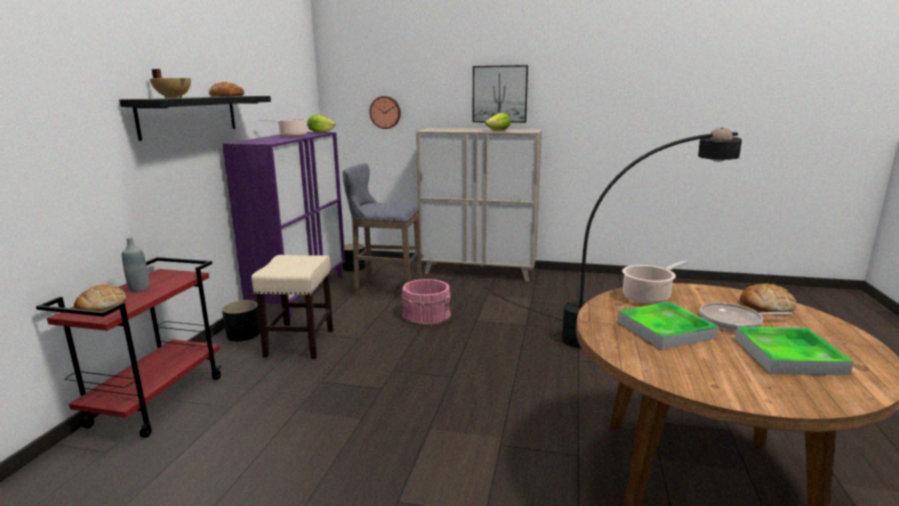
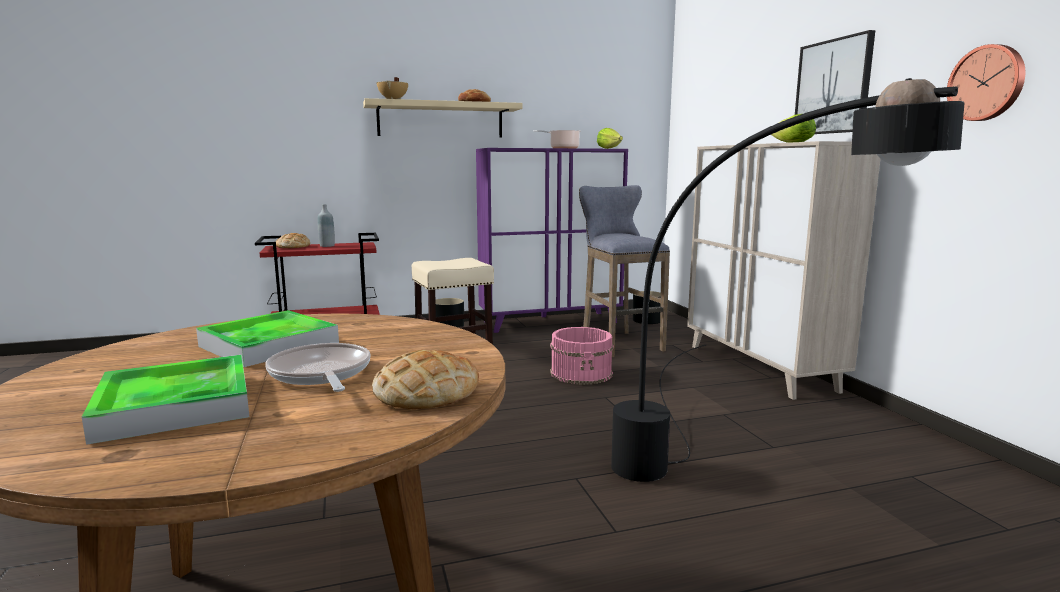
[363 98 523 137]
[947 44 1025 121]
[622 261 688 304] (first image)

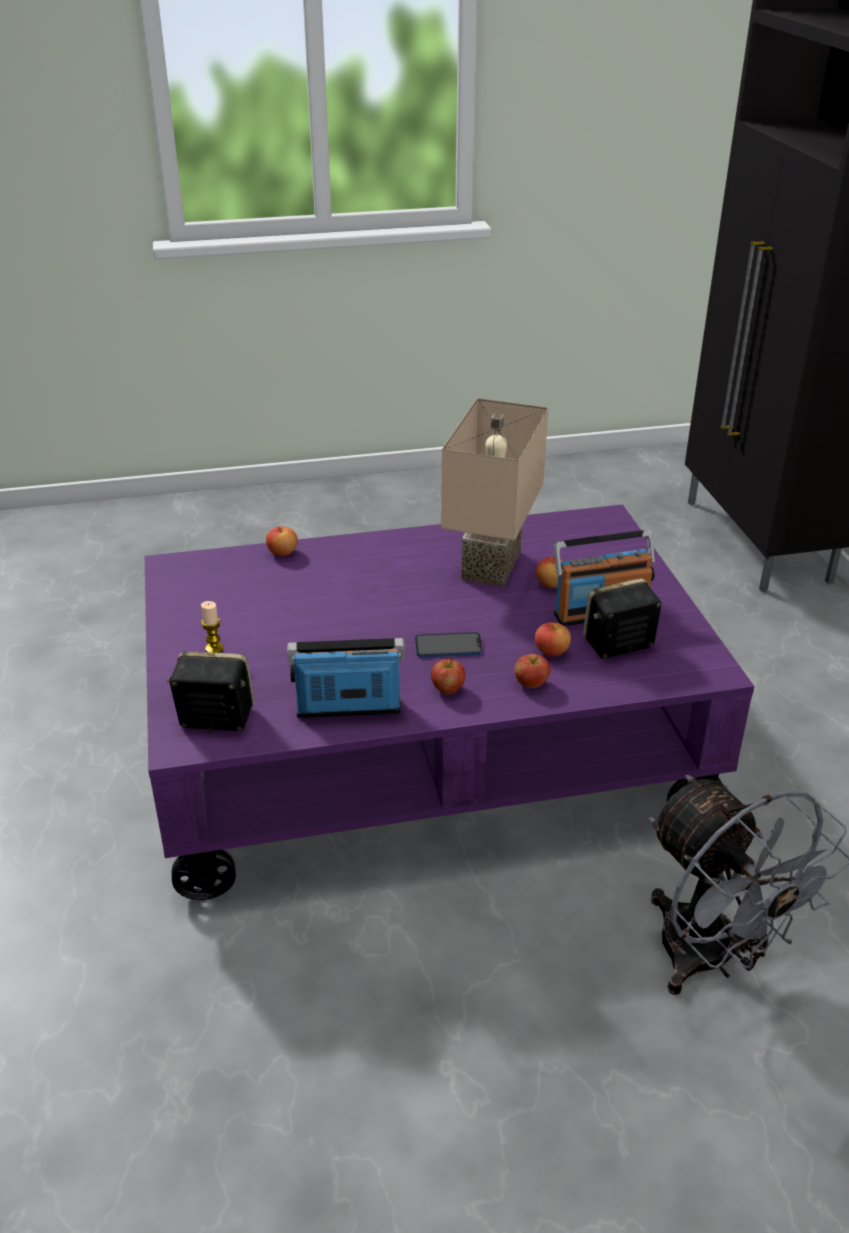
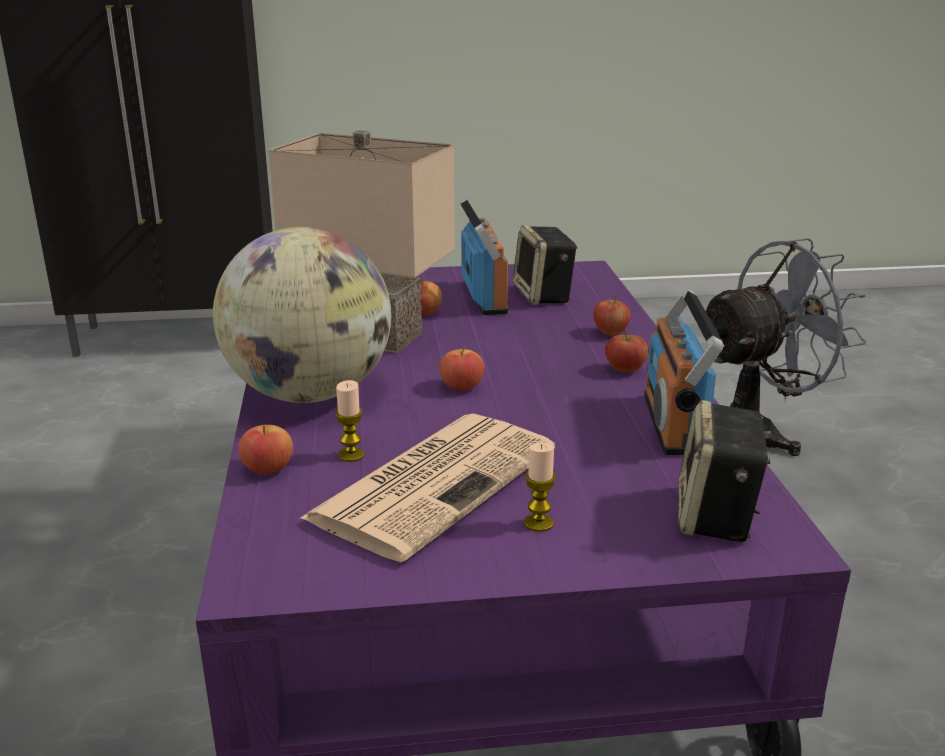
[415 632 483 657] (first image)
[439 347 484 391]
[213 227 391 403]
[299 413 555 562]
[335 380 365 462]

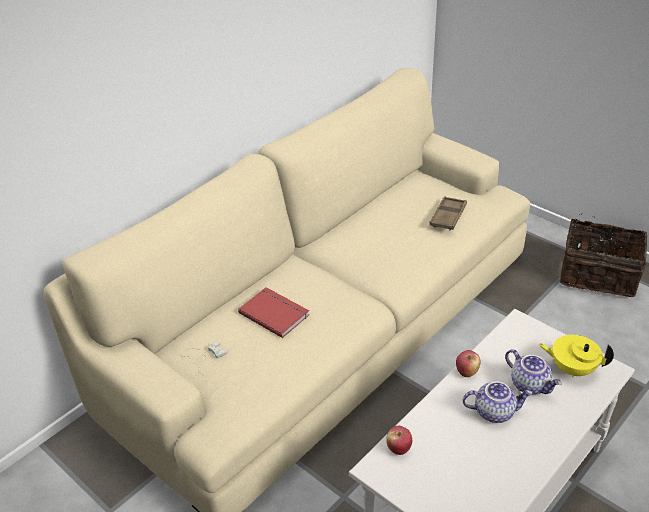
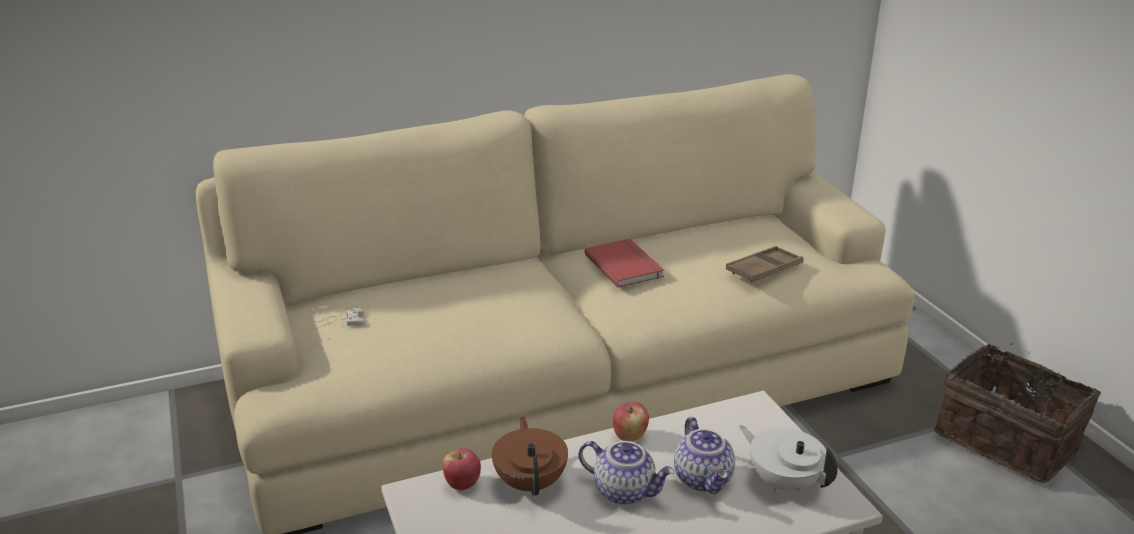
[585 239 664 287]
[739 425 838 492]
[492 416 568 496]

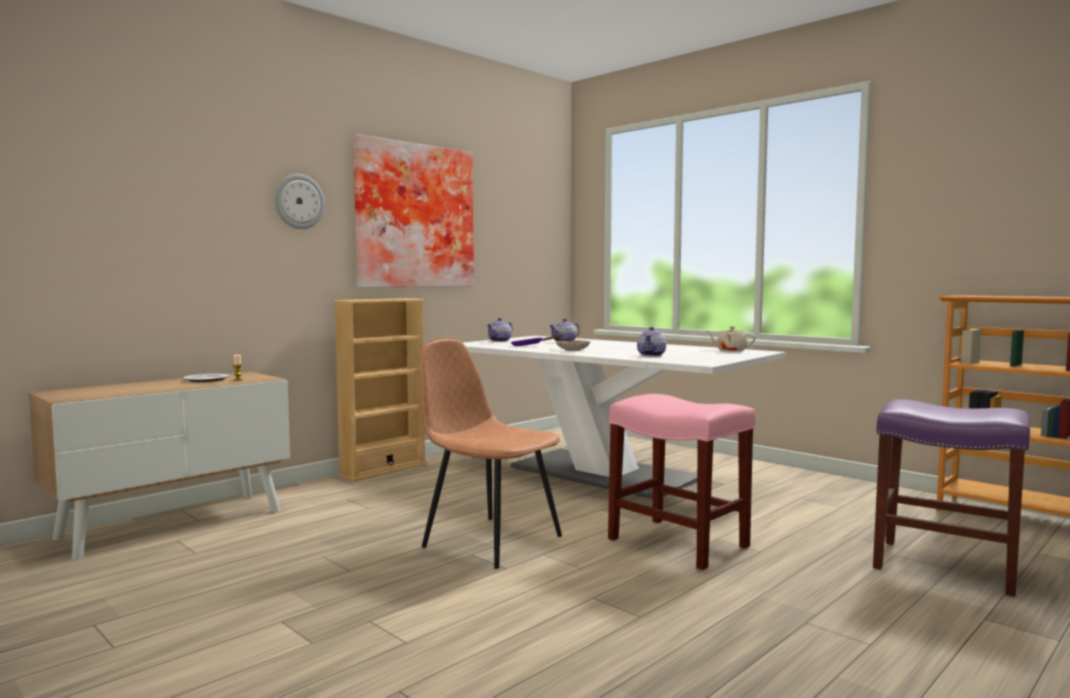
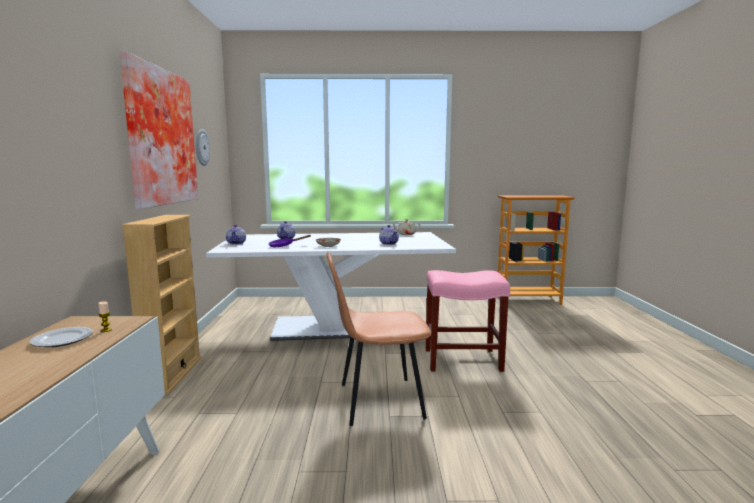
[196 129 210 166]
[873 399 1030 596] (first image)

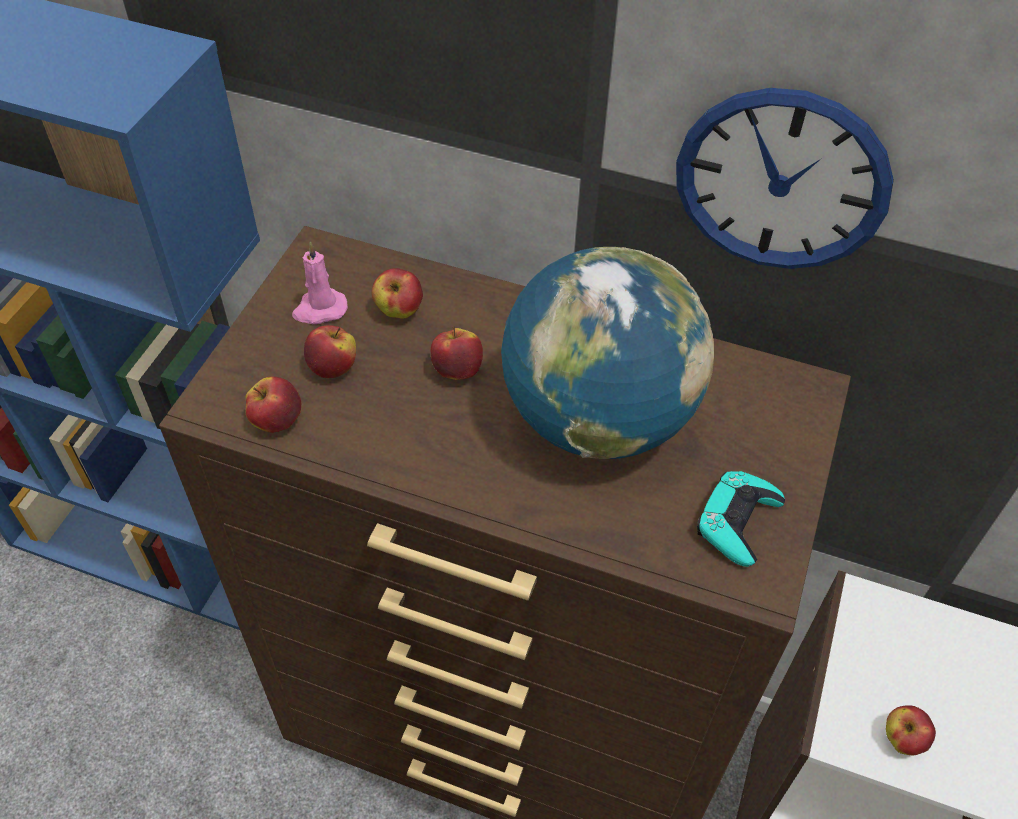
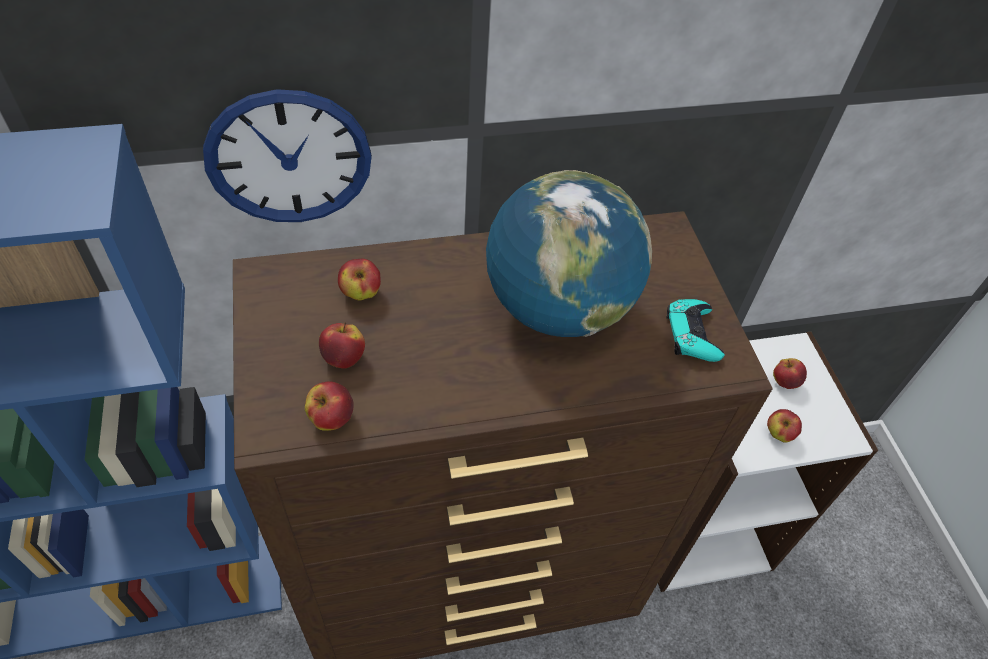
[292 242 348 324] (first image)
[773 358 807 389]
[203 89 372 222]

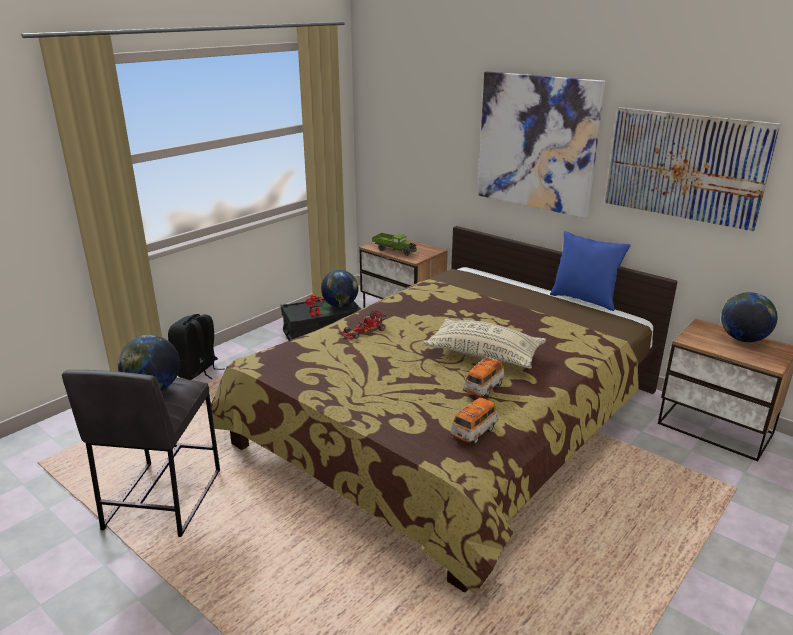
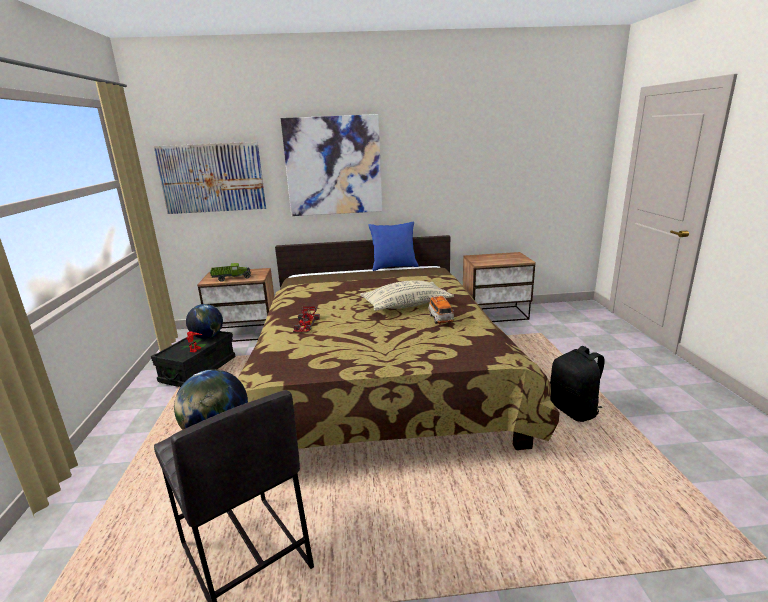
[550 346 605 422]
[450 398 498 445] (first image)
[154 142 266 214]
[721 292 777 342] (first image)

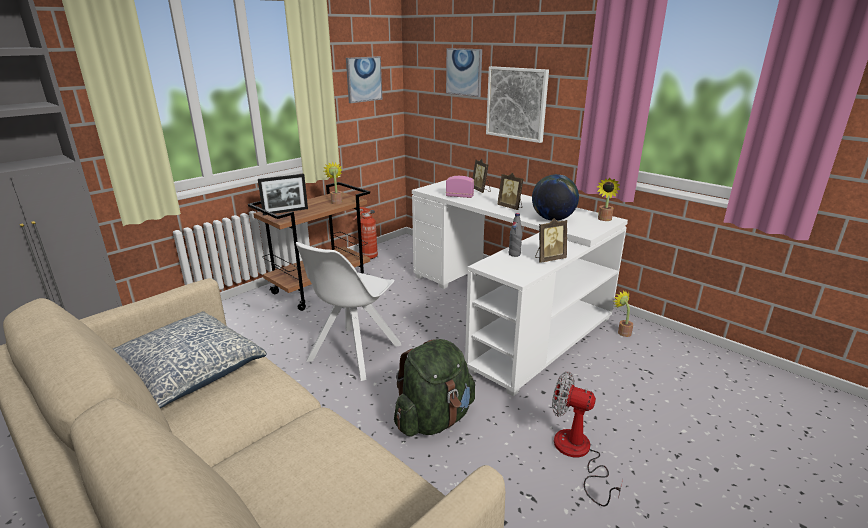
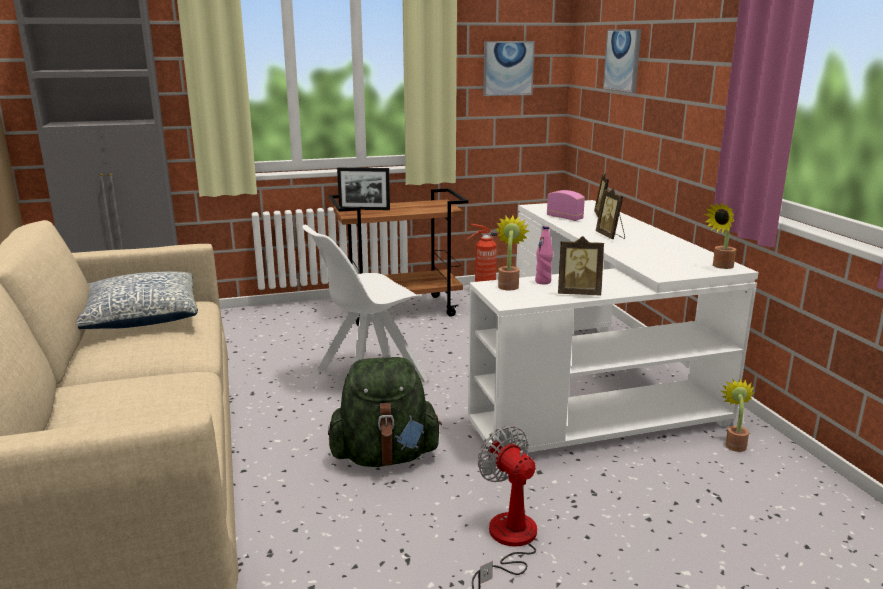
[496 215 529 290]
[486 66 549 143] (first image)
[535 226 553 284]
[532 174 579 221] (first image)

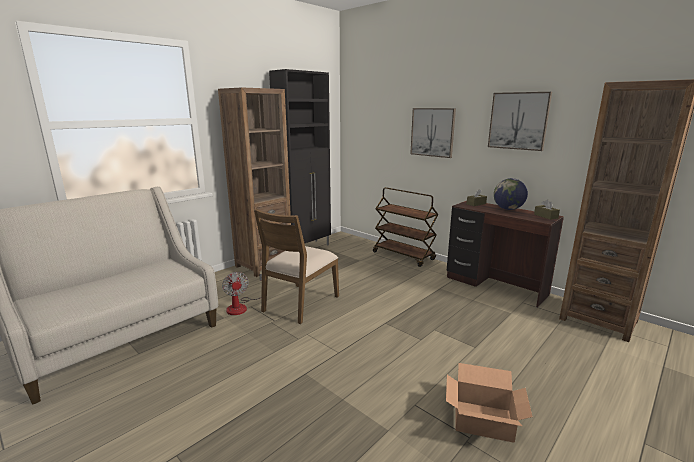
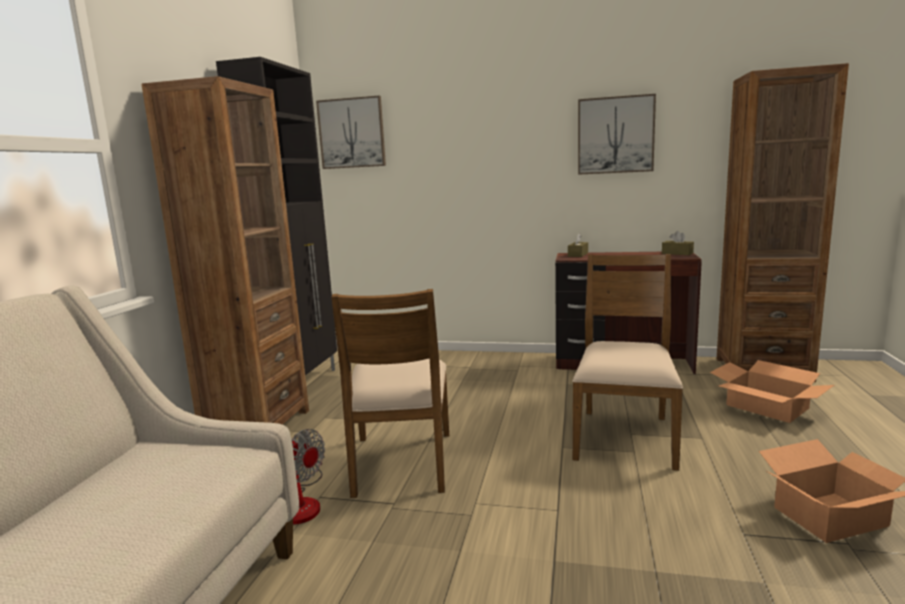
[373 187 438 267] (first image)
[316 96 386 169]
[494 178 528 210] (first image)
[572 254 683 471]
[710 360 834 423]

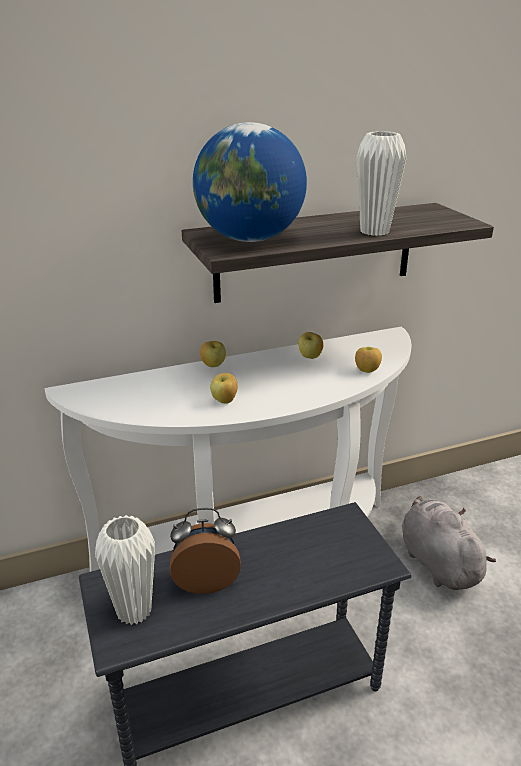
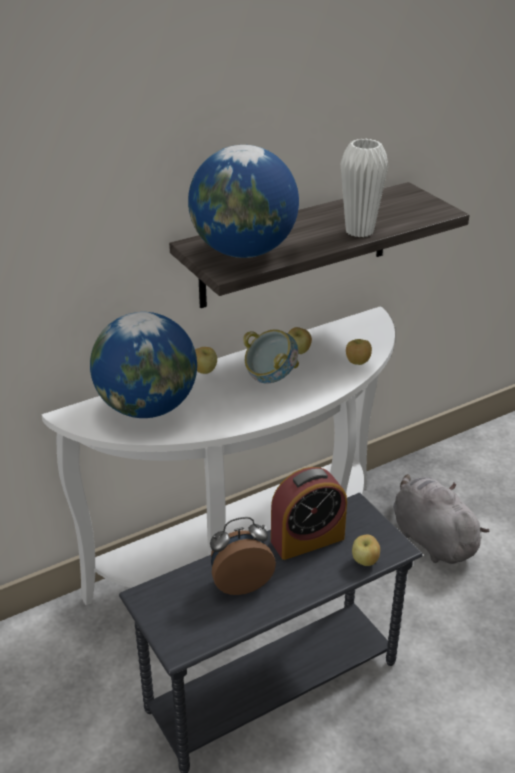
[95 515 155 625] (first image)
[352 535 380 566]
[90 312 197 418]
[243 329 299 383]
[271 467 347 560]

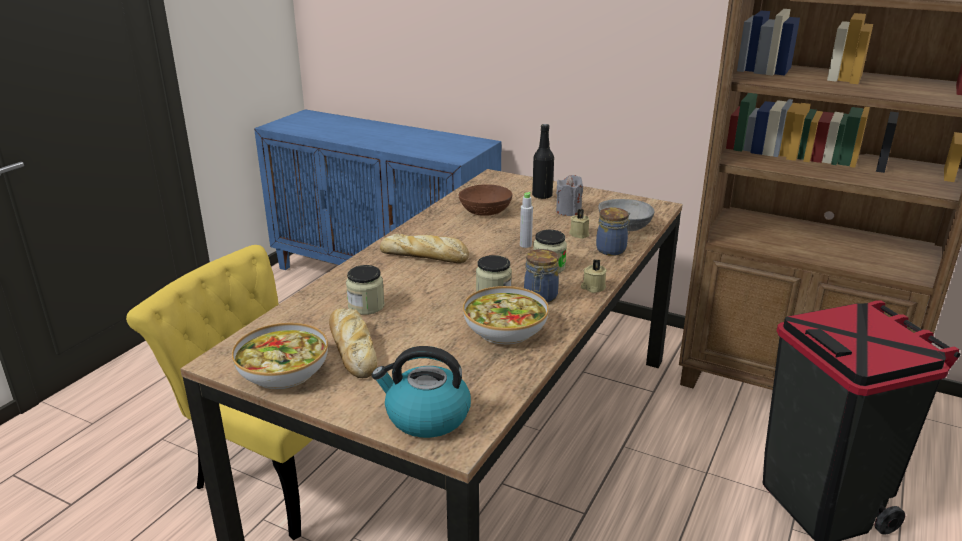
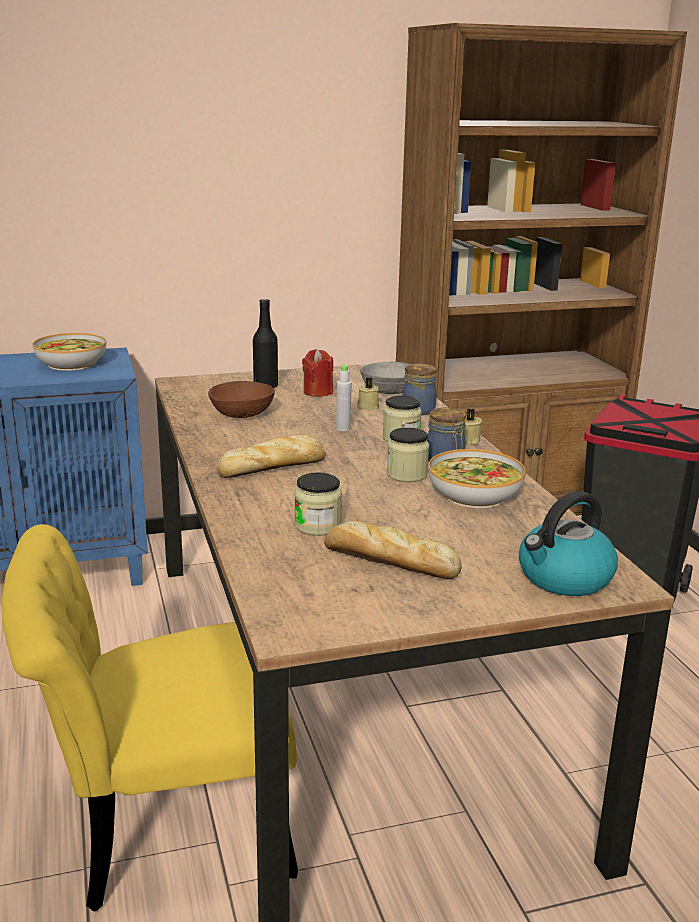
[33 333 106 371]
[302 349 333 397]

